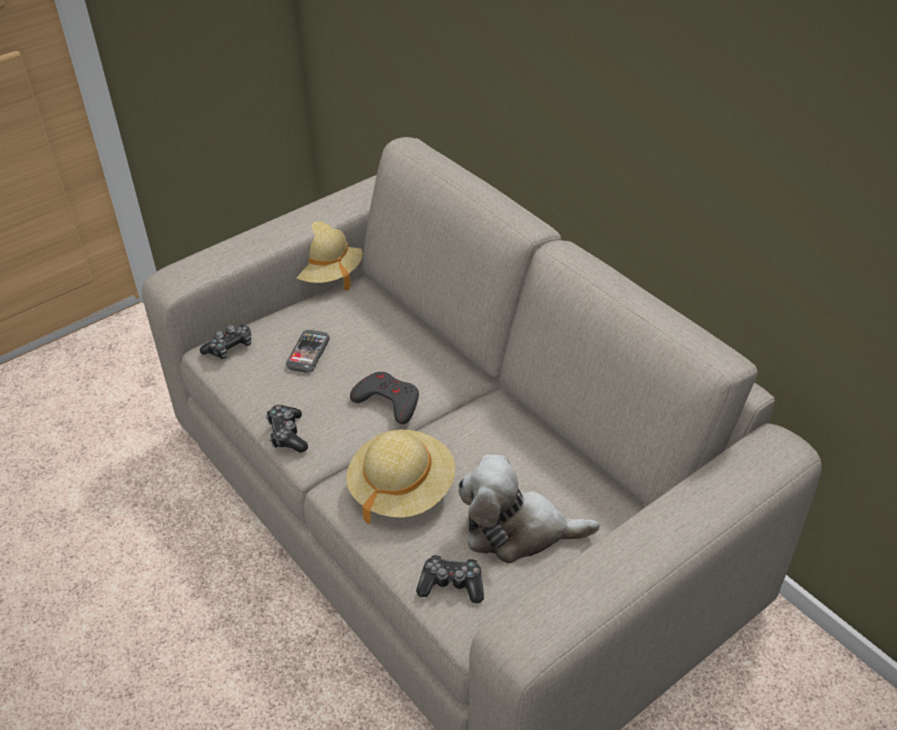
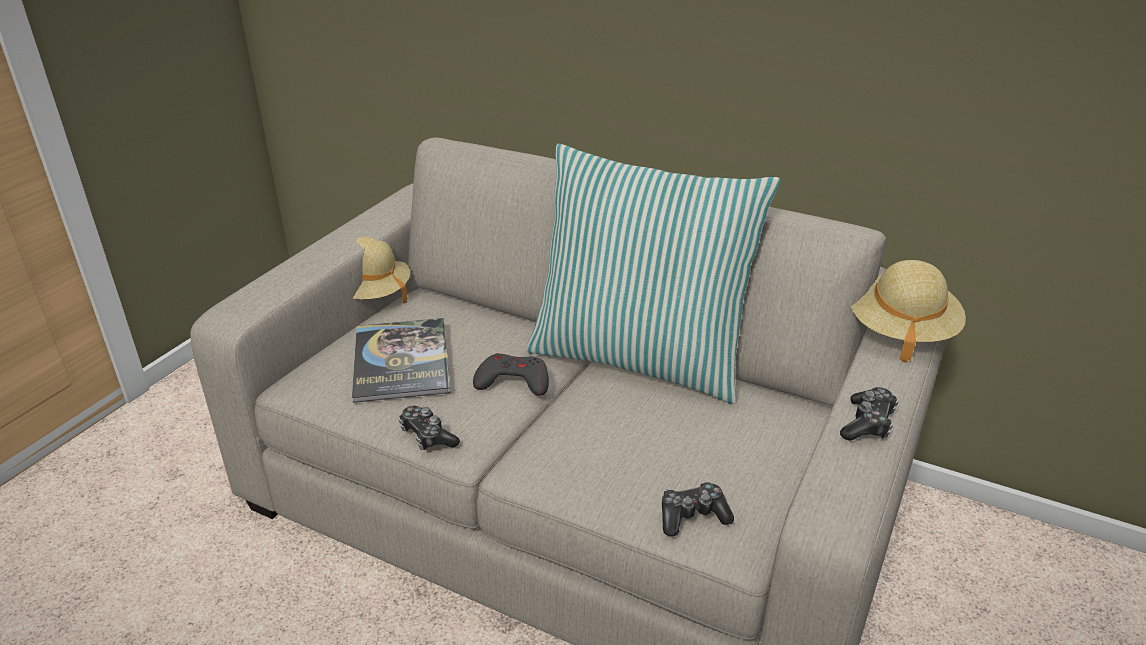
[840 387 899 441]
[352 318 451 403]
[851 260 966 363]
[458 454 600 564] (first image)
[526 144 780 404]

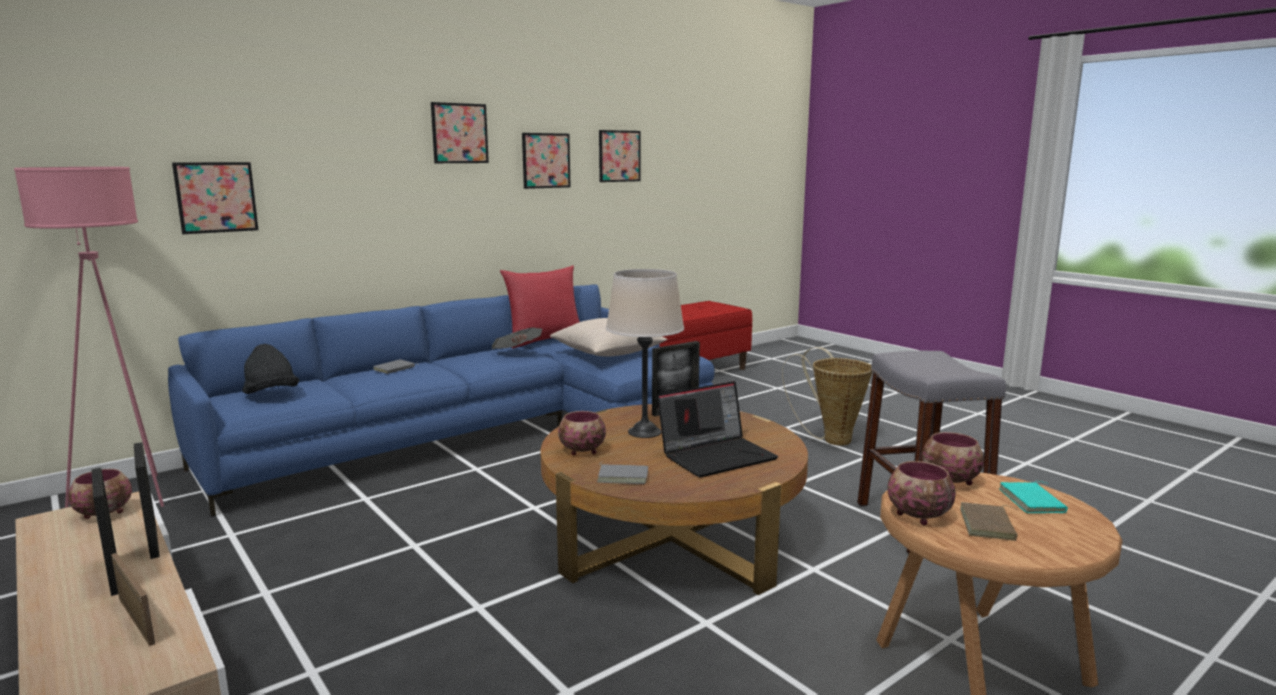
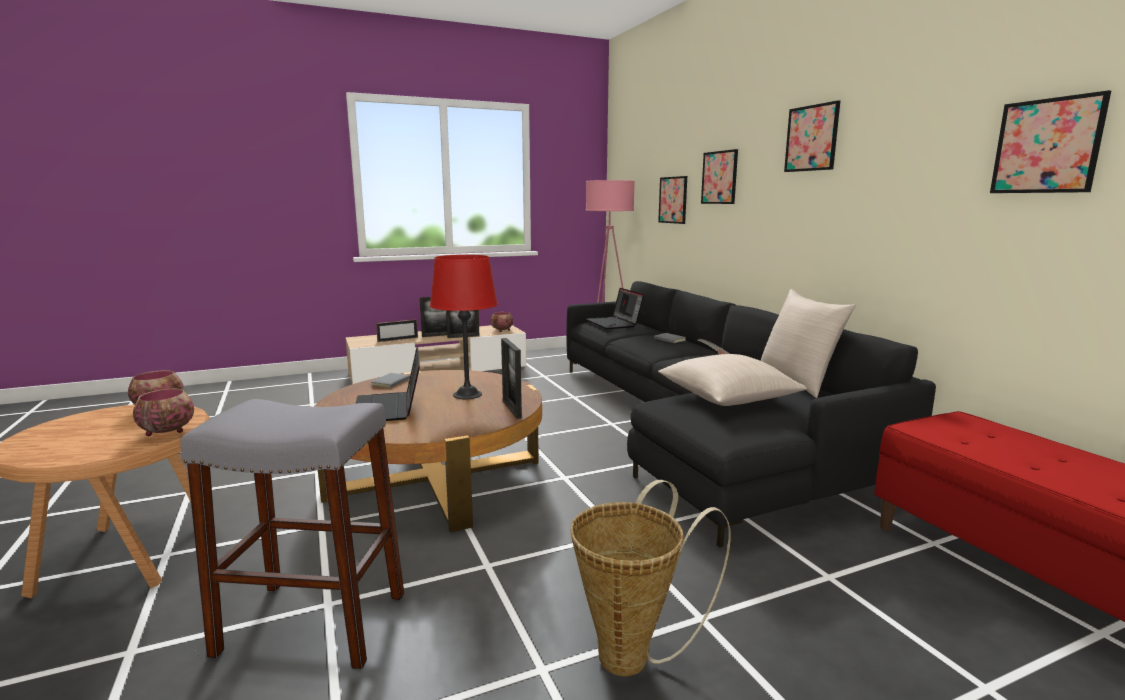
[566 281 936 547]
[586 288 644 329]
[761 289 856 398]
[701 149 738 204]
[558 411 606 455] (first image)
[430 255 498 399]
[960 502 1018 541] (first image)
[999 481 1068 513] (first image)

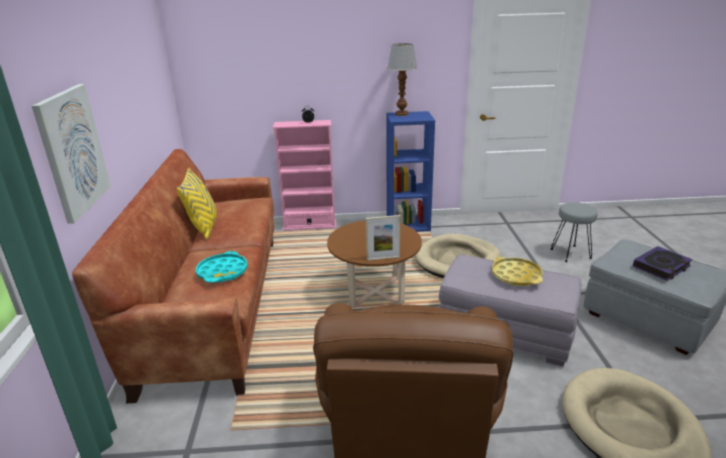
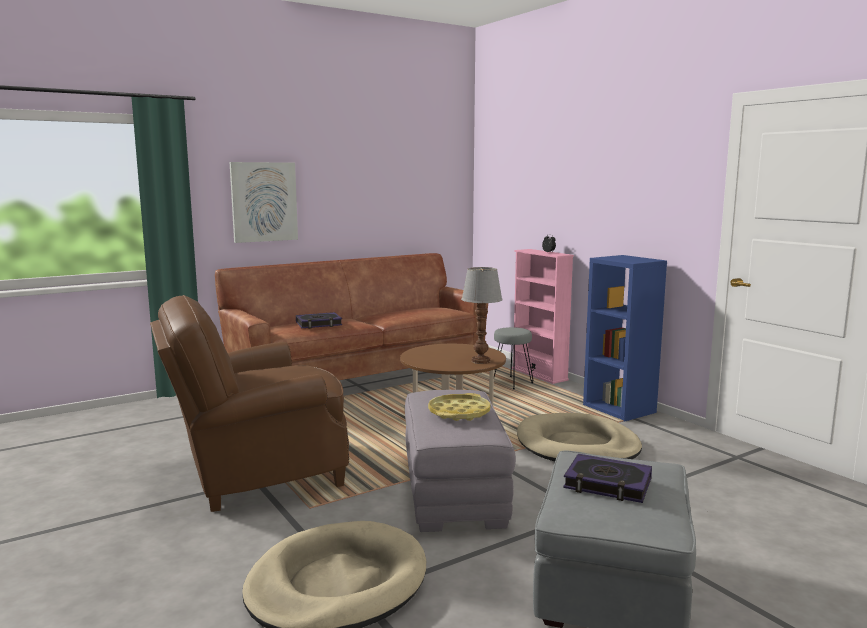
[177 168 217 240] (first image)
[296 312 342 329]
[366 215 400 261] (first image)
[461 267 503 364]
[494 327 533 389]

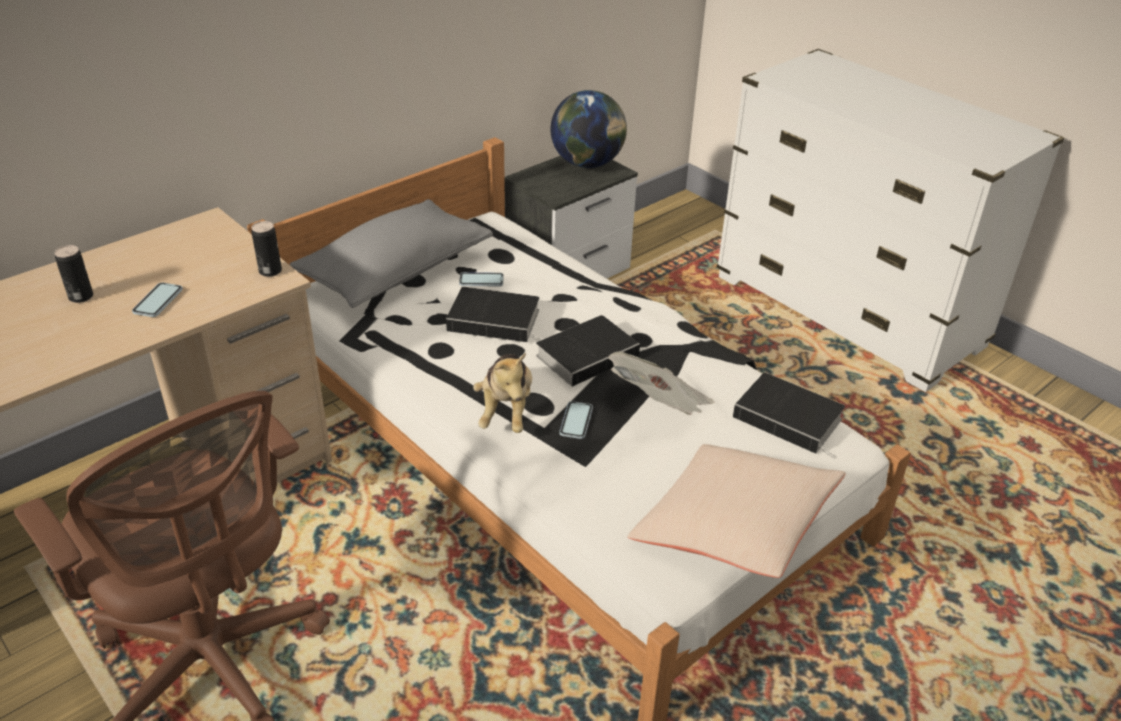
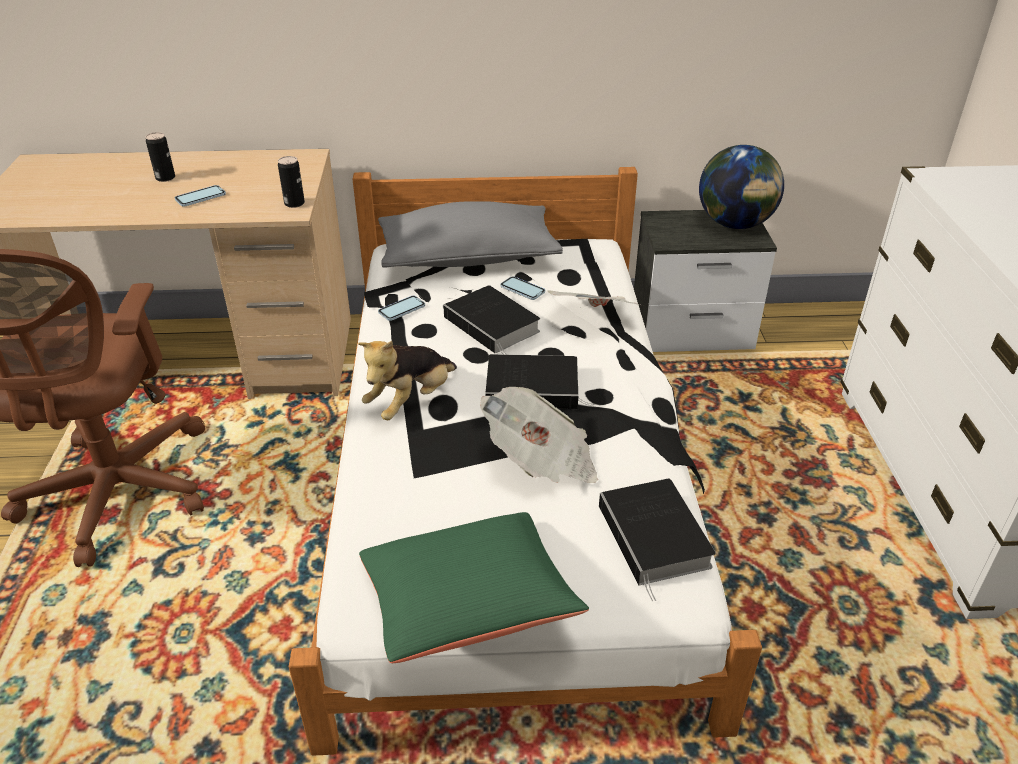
[378 296 425 321]
[359 512 589 663]
[548 291 643 307]

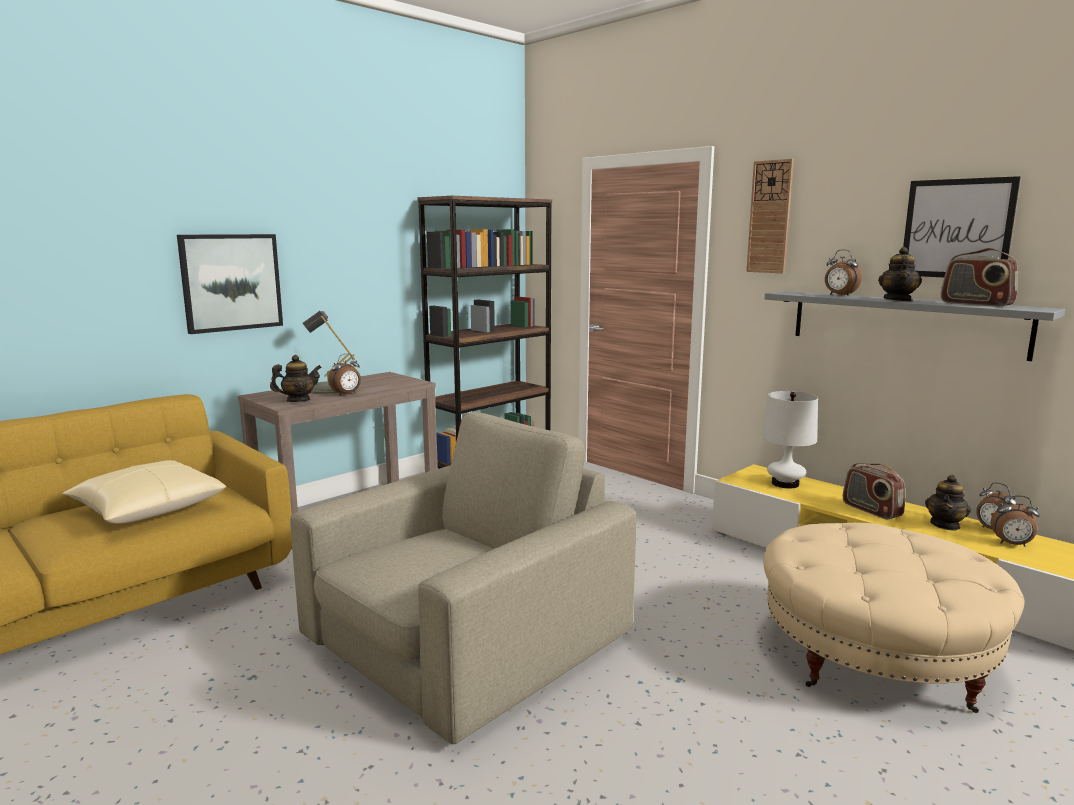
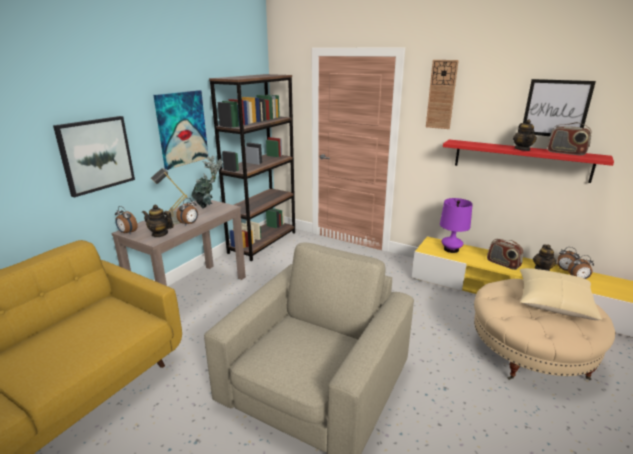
[520 268 602 320]
[142 205 174 237]
[440 198 473 253]
[443 139 614 183]
[115 206 138 235]
[153 90 208 170]
[191 155 222 209]

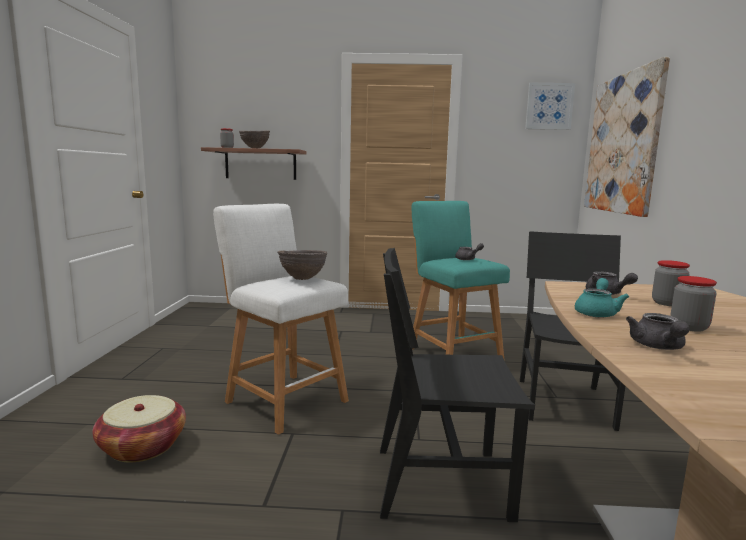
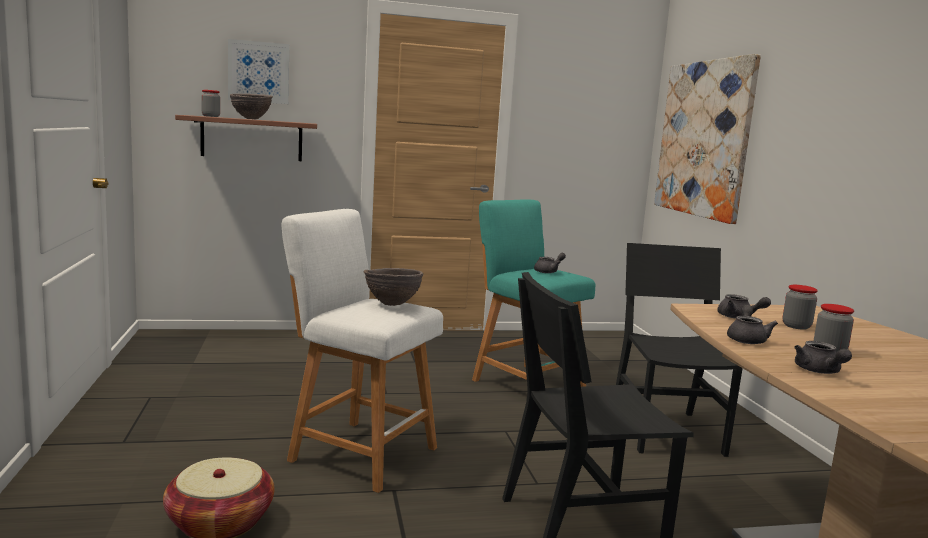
[228 39 289 104]
[727 305 778 344]

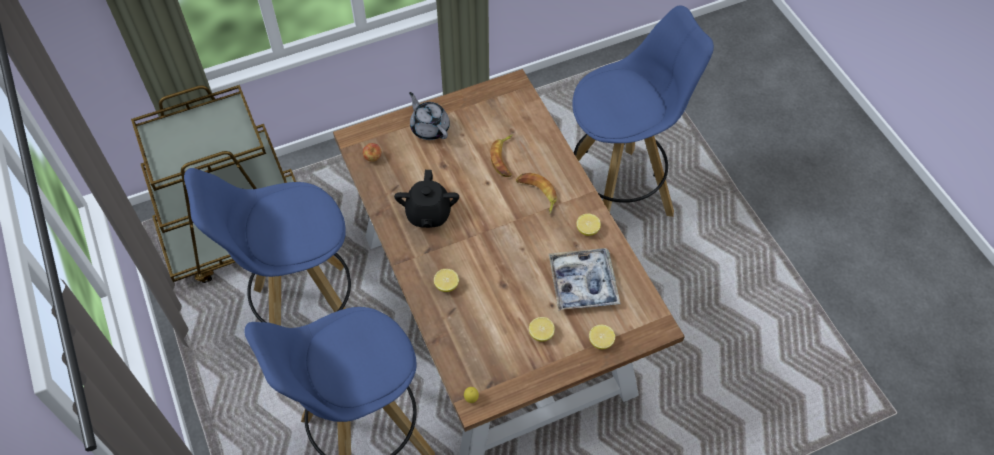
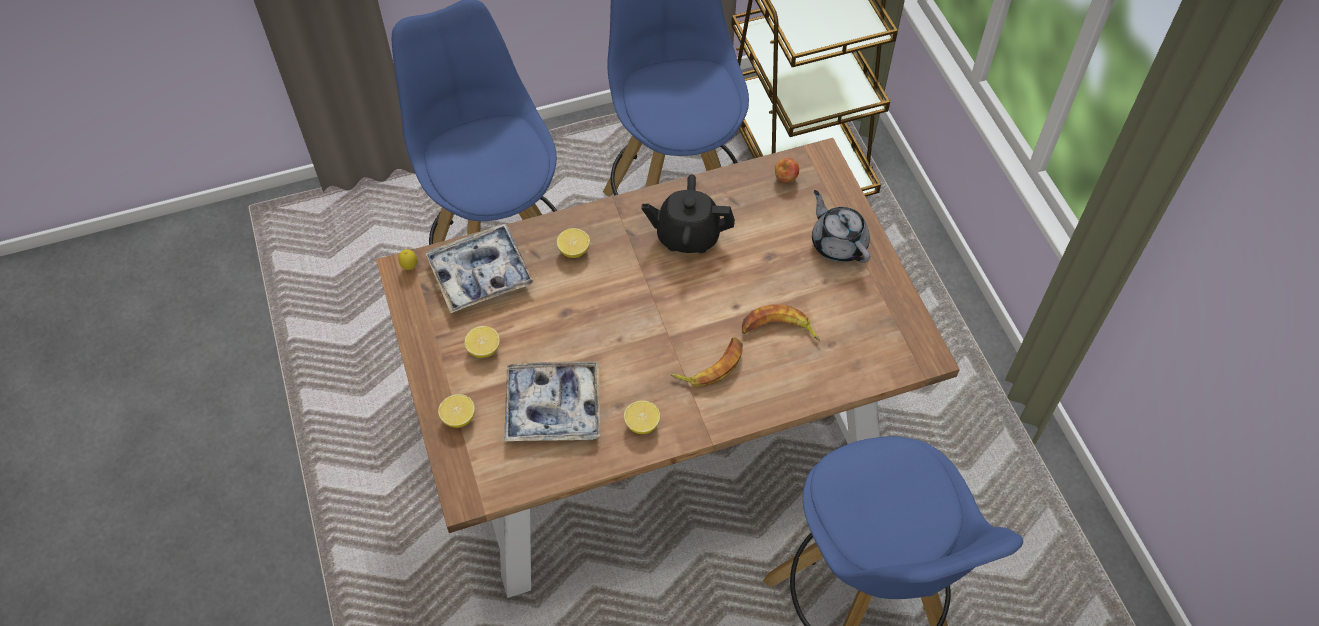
[812 190 870 263]
[426 223 534 313]

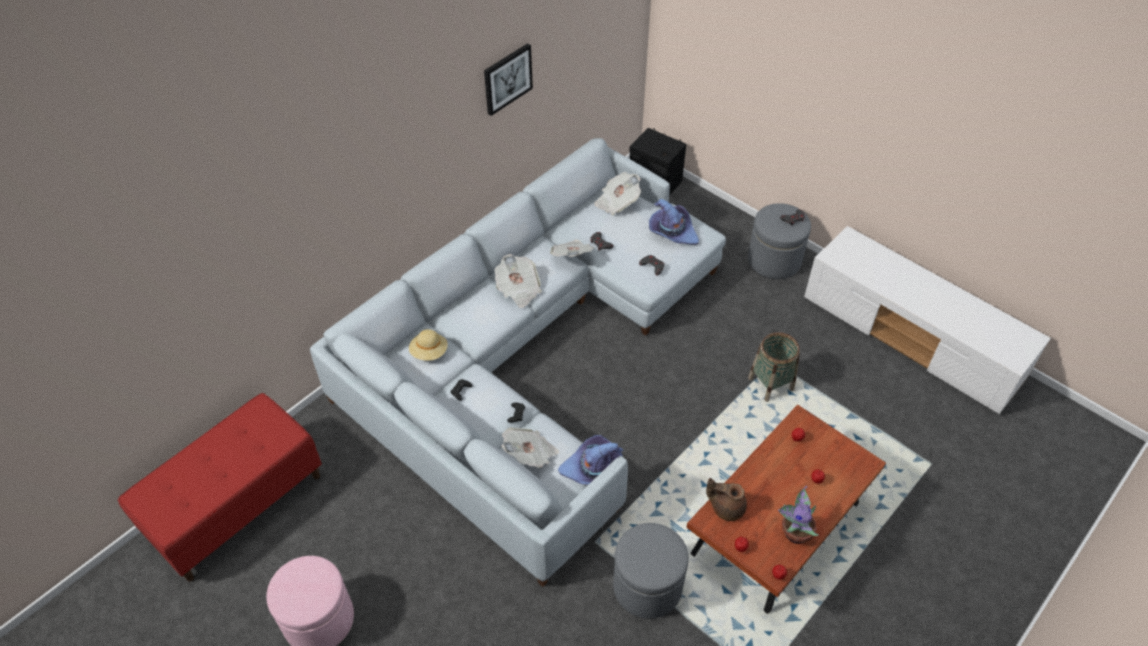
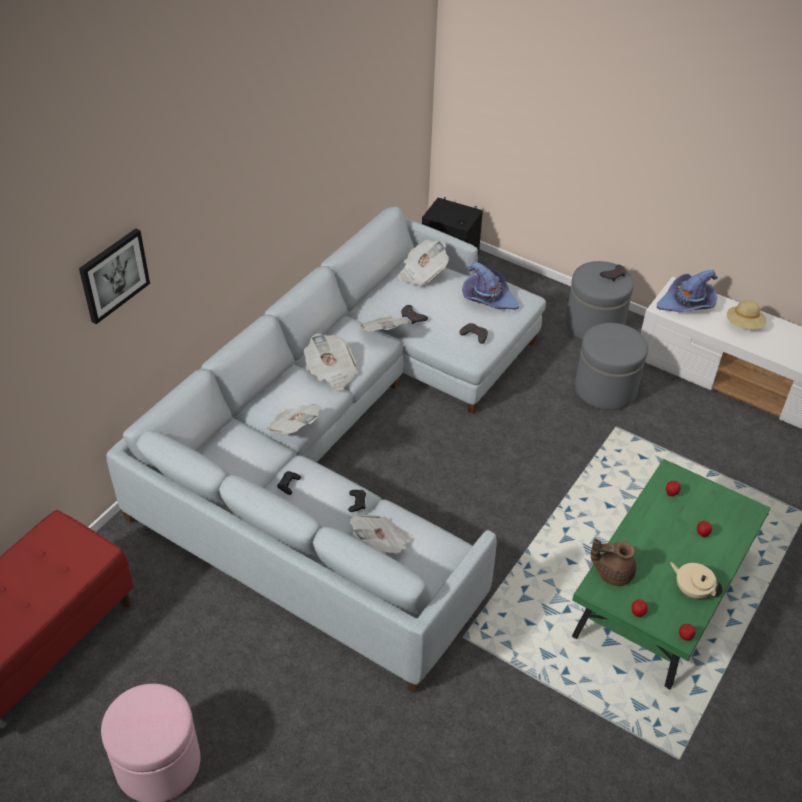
[727 300 766 329]
[79 228 150 324]
[657 270 718 312]
[575 323 648 410]
[572 459 770 689]
[748 332 800 402] (first image)
[670 562 722 599]
[266 404 322 434]

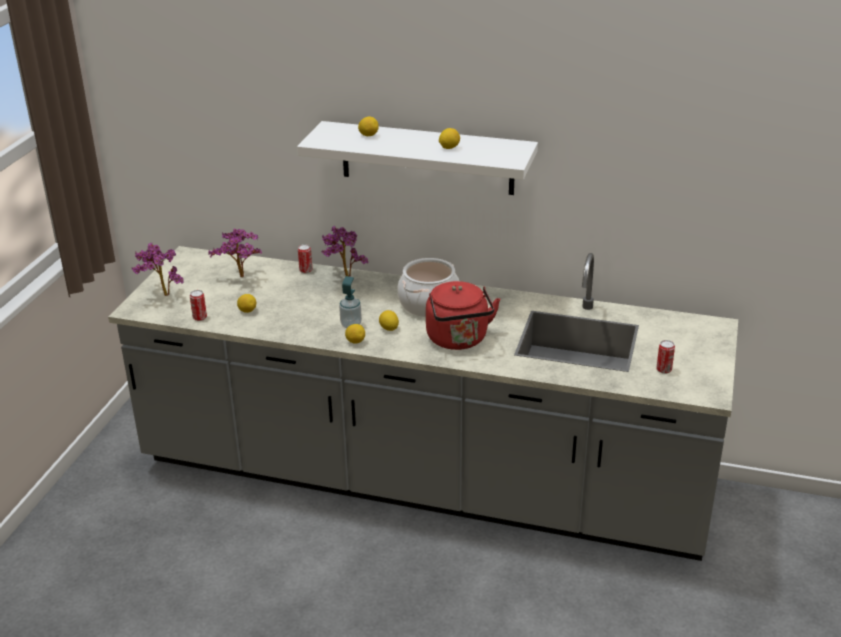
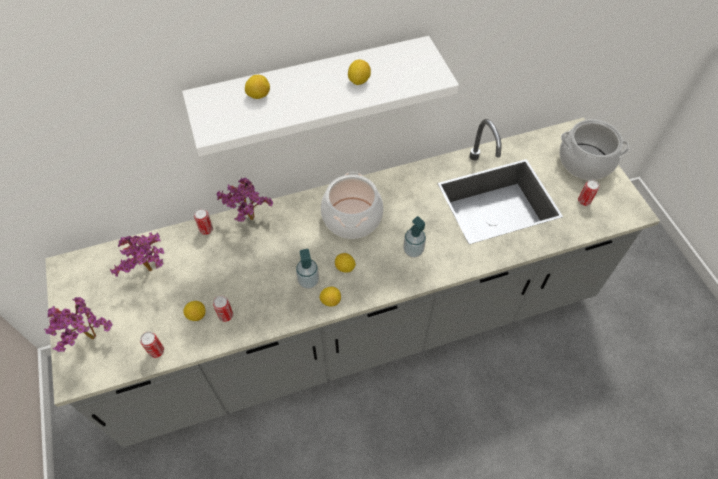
[403 216 426 258]
[213 295 233 322]
[559 119 629 180]

